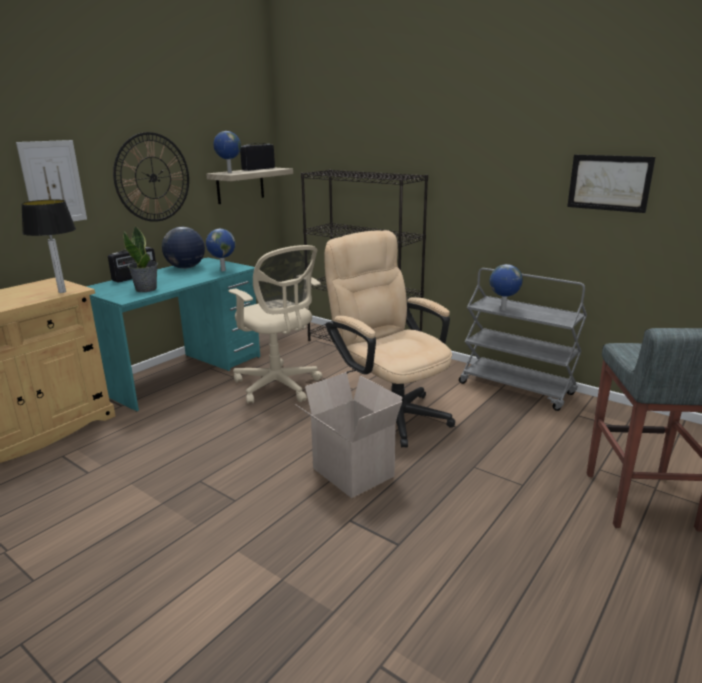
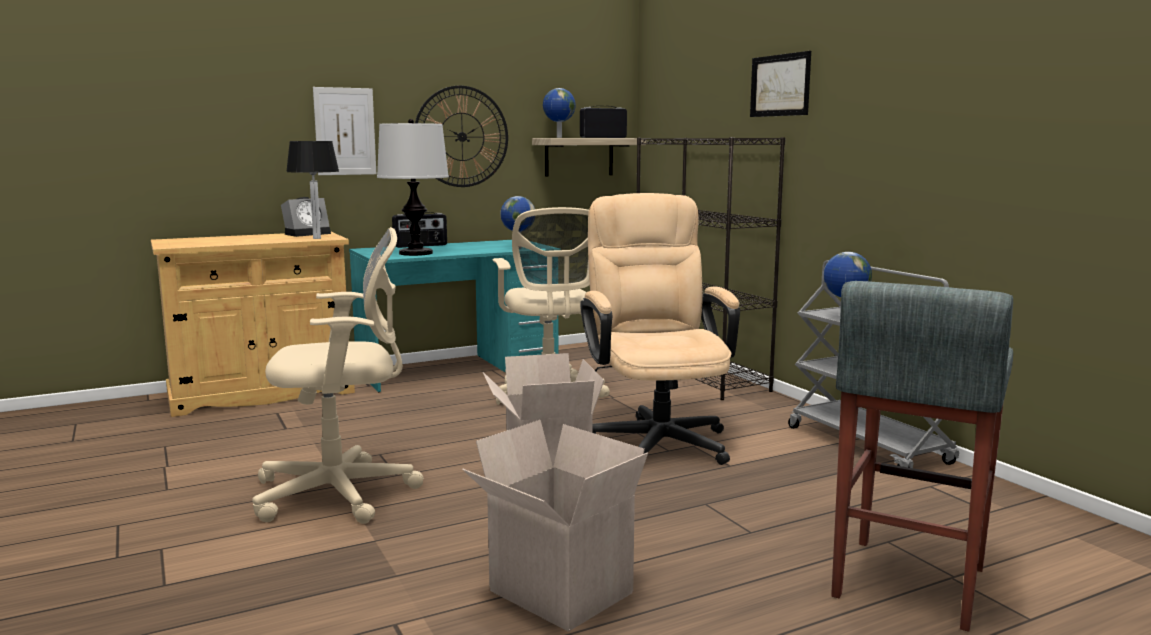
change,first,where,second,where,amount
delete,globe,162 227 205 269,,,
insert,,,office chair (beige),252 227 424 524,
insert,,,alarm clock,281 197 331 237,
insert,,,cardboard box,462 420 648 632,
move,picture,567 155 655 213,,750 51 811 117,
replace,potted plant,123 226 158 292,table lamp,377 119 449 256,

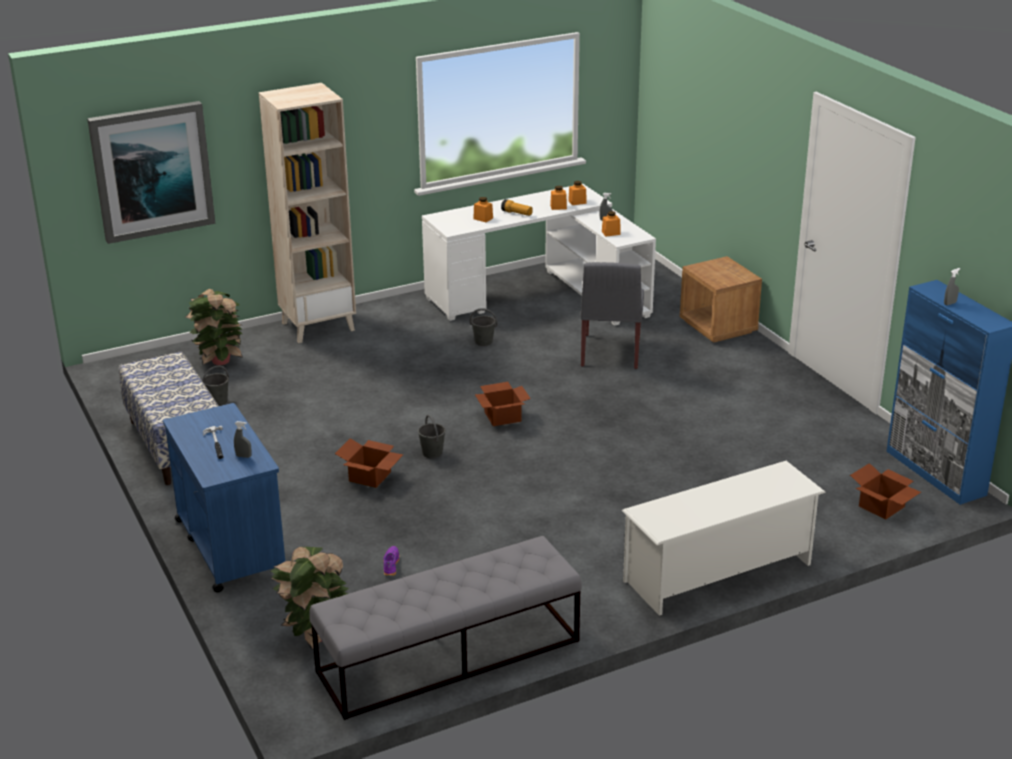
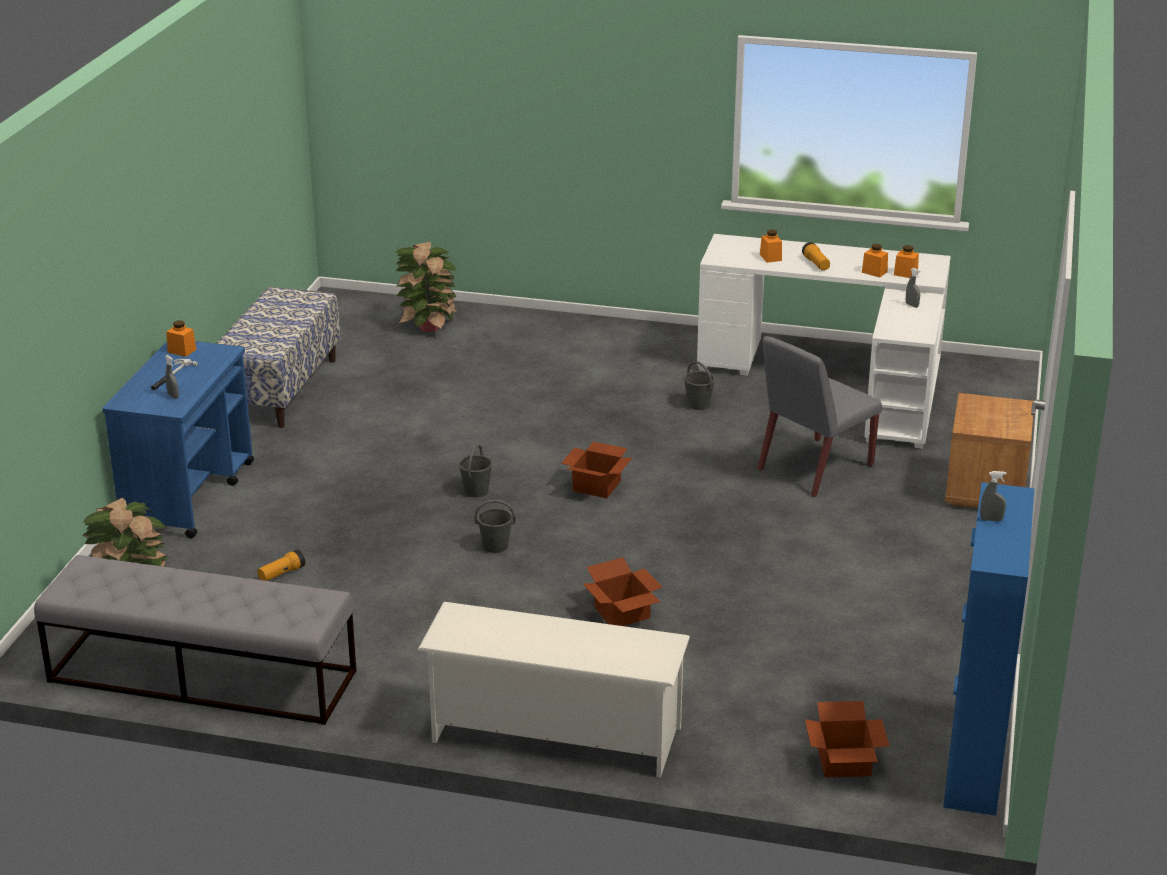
change,first,where,second,where,amount
delete,picture,87 101 215 244,,,
delete,bookcase (beige),259 83 356 343,,,
move,bucket (grey),202 366 229 406,,474 500 516 553,
move,cardboard box,335 438 403 488,,583 557 663 626,
move,jar (orange),602 211 621 237,,166 320 196 357,
replace,shoe (purple),383 546 399 576,flashlight,258 549 306 581,

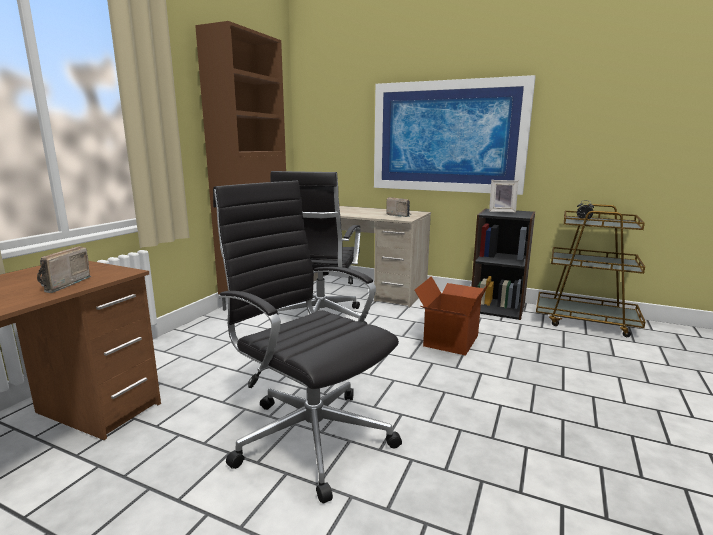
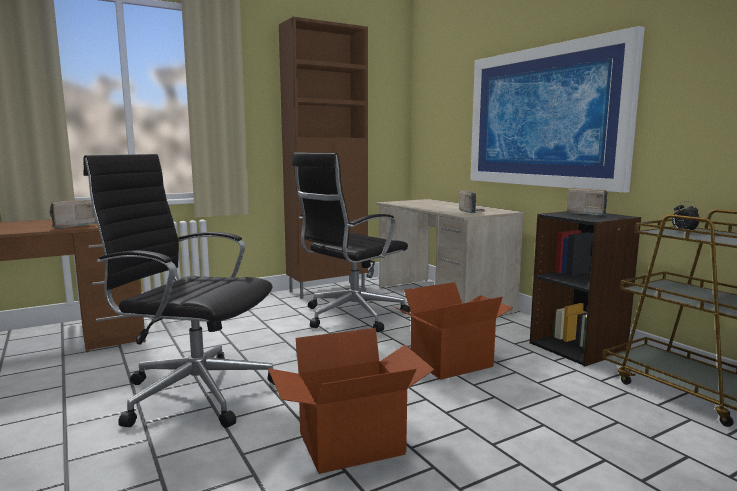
change,first,where,second,where,amount
insert,,,cardboard box,268 328 434 474,
replace,picture frame,489 180 518 213,radio,567 187 607 215,
rotate,office chair (black),213 181 402 503,,83 154 275 428,60 degrees counterclockwise

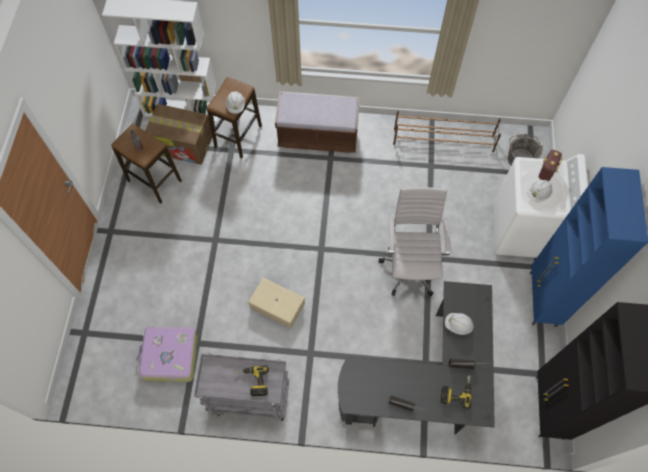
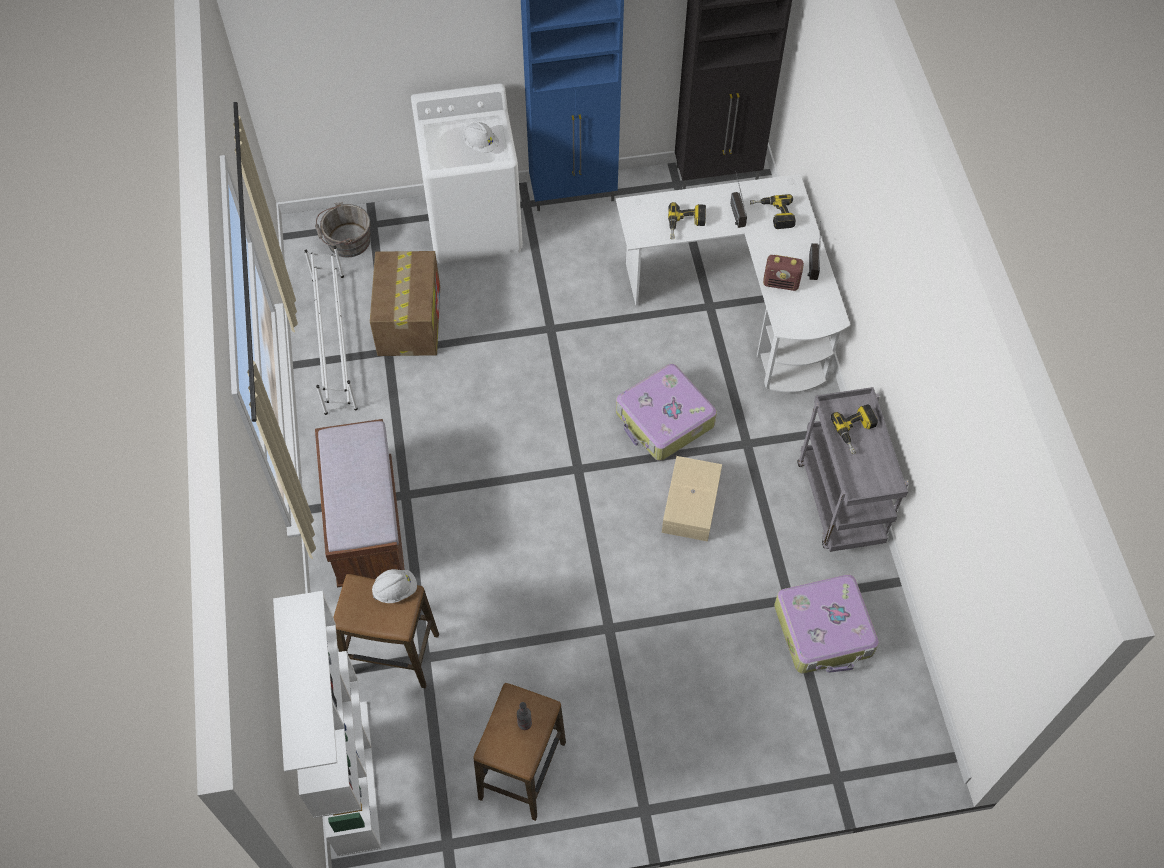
change,first,where,second,where,amount
delete,office chair (white),379 187 451 296,,,
insert,,,suitcase,616 364 717 461,
move,cardboard box,145 104 212 165,,370 251 440 356,
move,radio,539 150 562 181,,763 255 804 291,
replace,hard hat (white),445 313 473 335,power drill,668 202 706 240,
recolor,desk (black),338 281 495 435,desk (white),616 174 850 393,
recolor,shoe rack (brown),393 111 501 152,shoe rack (white),304 246 358 415,

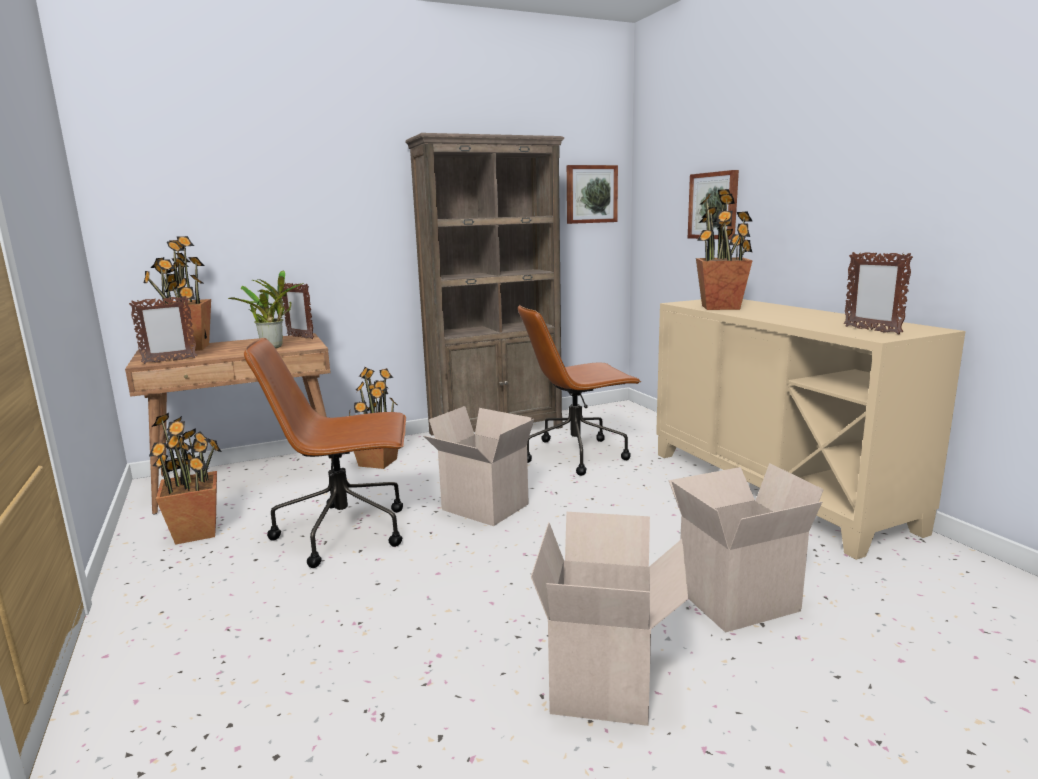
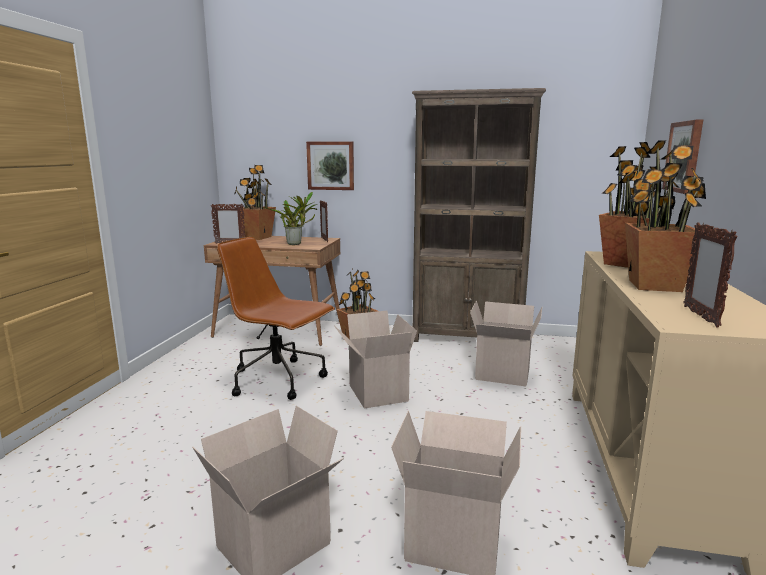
change,first,where,second,where,amount
move,potted plant,149 413 221 545,,625 140 706 292,
move,picture,567 165 618 224,,306 141 354 190,
replace,office chair (brown),518 305 641 476,cardboard box,470 301 542 386,

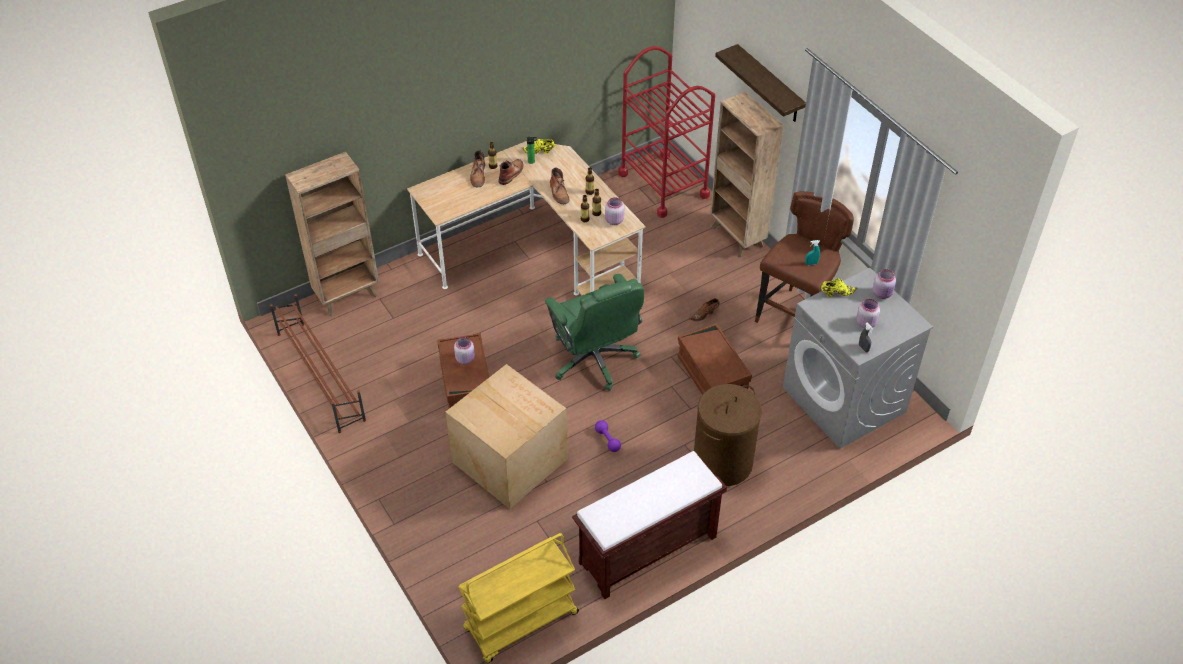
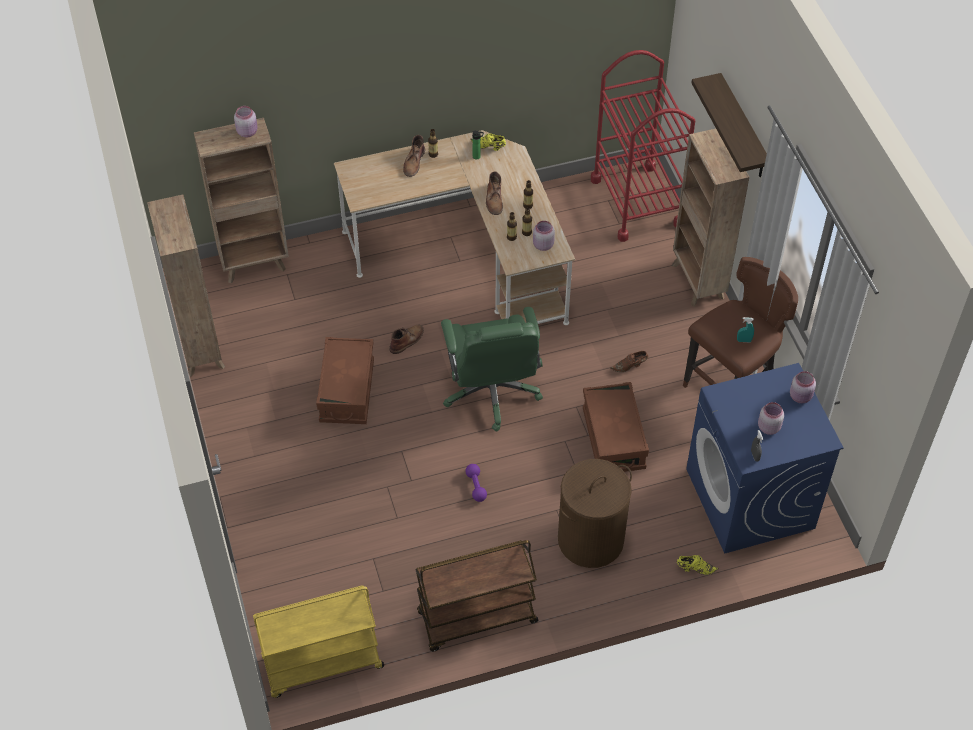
change,first,where,second,where,amount
delete,cardboard box,445 364 568 509,,,
move,jar (pink),454 337 475 365,,234 106 258 137,
move,boot (brown),498 159 523 185,,389 324 424 354,
move,shoe (yellow),821 279 857 297,,677 555 719 575,
replace,shoe rack (brown),270 294 366 433,bookcase (brown),147 194 225 377,
replace,bench (brown),572 451 727 599,cart (brown),415 540 538 652,
recolor,washing machine (grey),783 268 933 449,washing machine (blue),686 363 844 554,

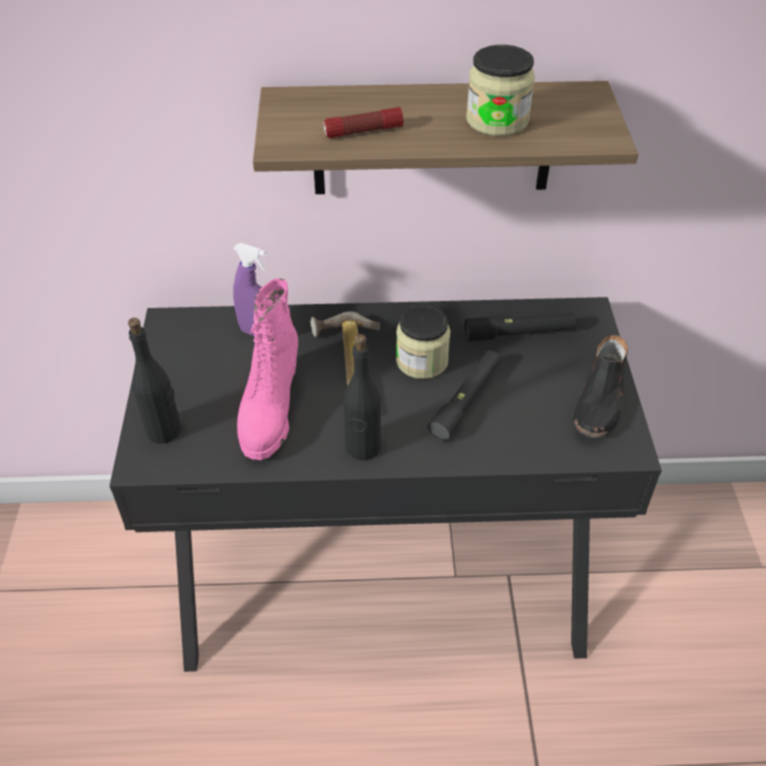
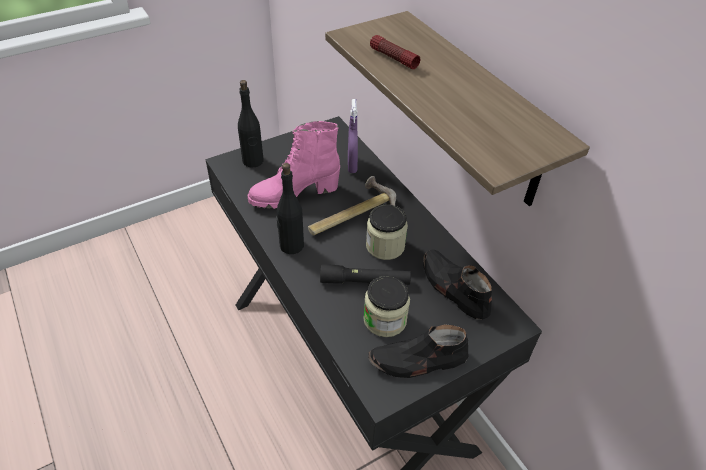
change,first,where,second,where,amount
move,jar,466 45 535 136,,363 276 410 337,
replace,flashlight (black),465 313 576 341,shoe (black),423 249 492 319,

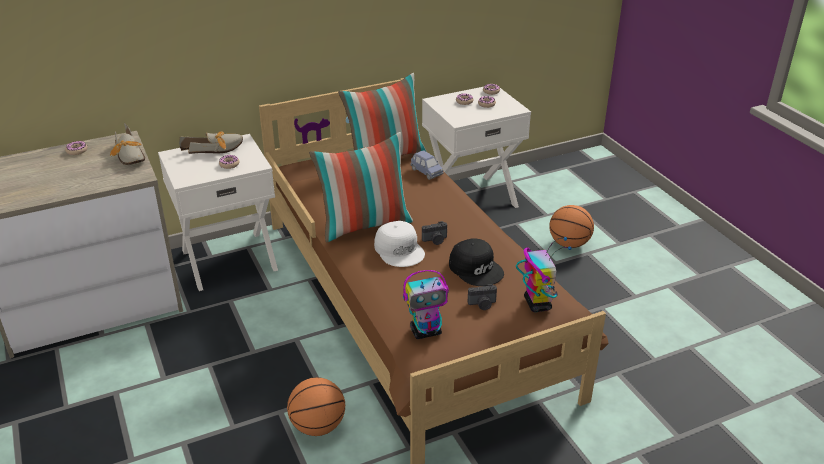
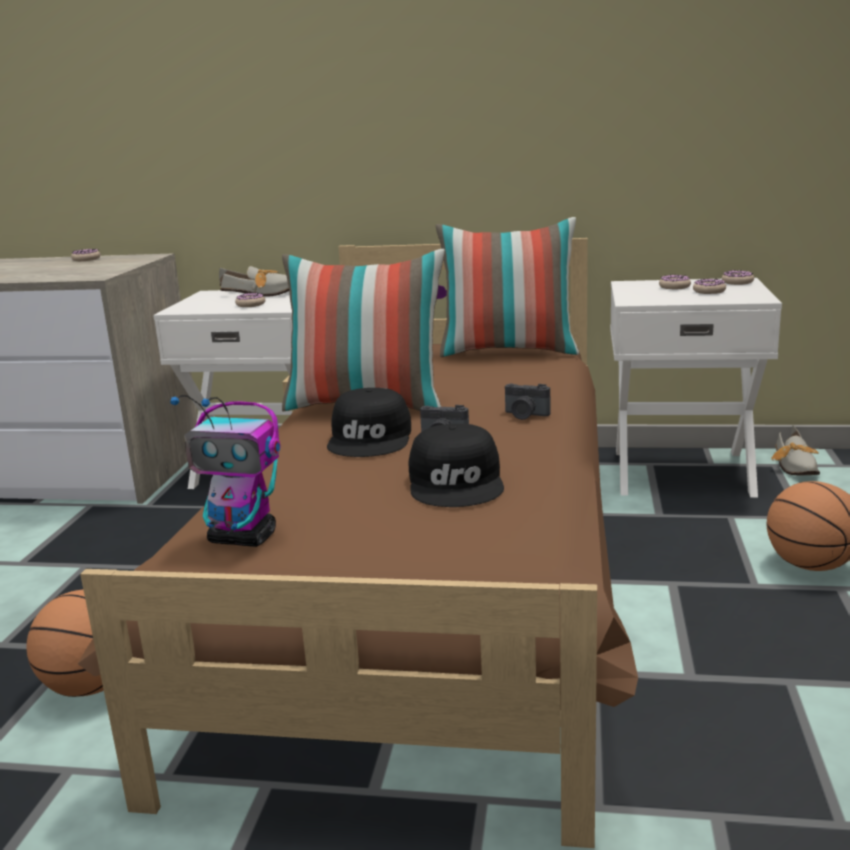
change,first,where,second,where,amount
delete,toy car (blue),410 150 444 180,,,
delete,toy robot,516 237 572 312,,,
move,shoe,110 123 145 165,,771 425 820 476,
move,photo camera,468 284 497 310,,505 383 551 420,
recolor,cap (white),374 221 425 267,cap (black),327 388 411 457,

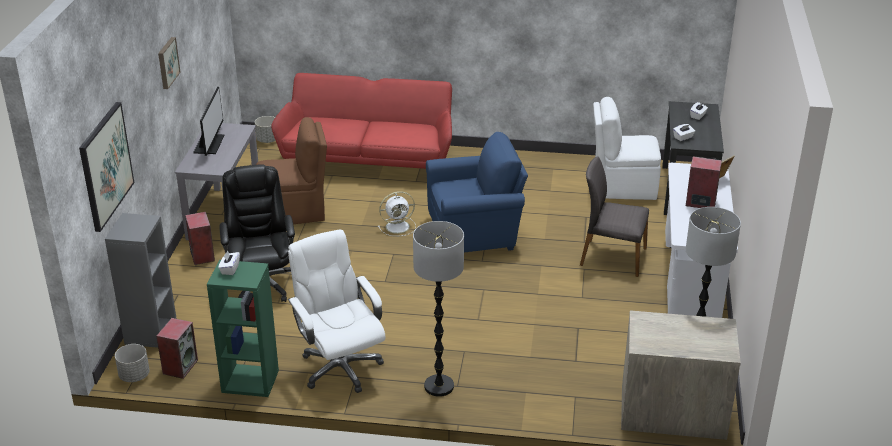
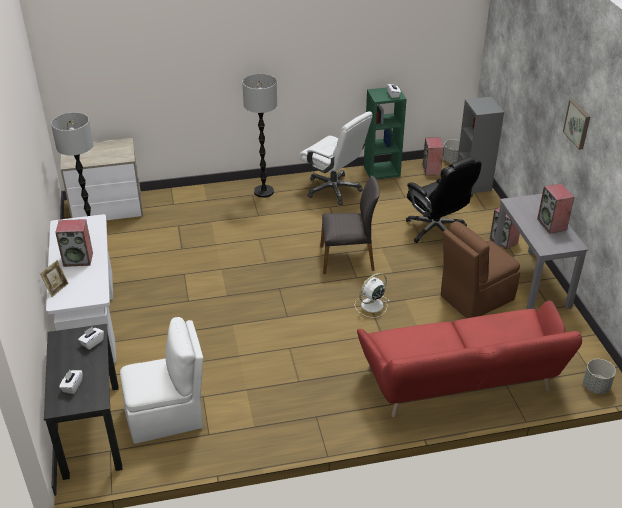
change,first,where,second,where,amount
delete,picture,79 102 135 232,,,
delete,armchair (blue),426 132 528 252,,,
move,chair (grey),580 156 649 277,,320 176 380 274,
replace,monitor,193 87 224 156,speaker,537 183 574 234,

